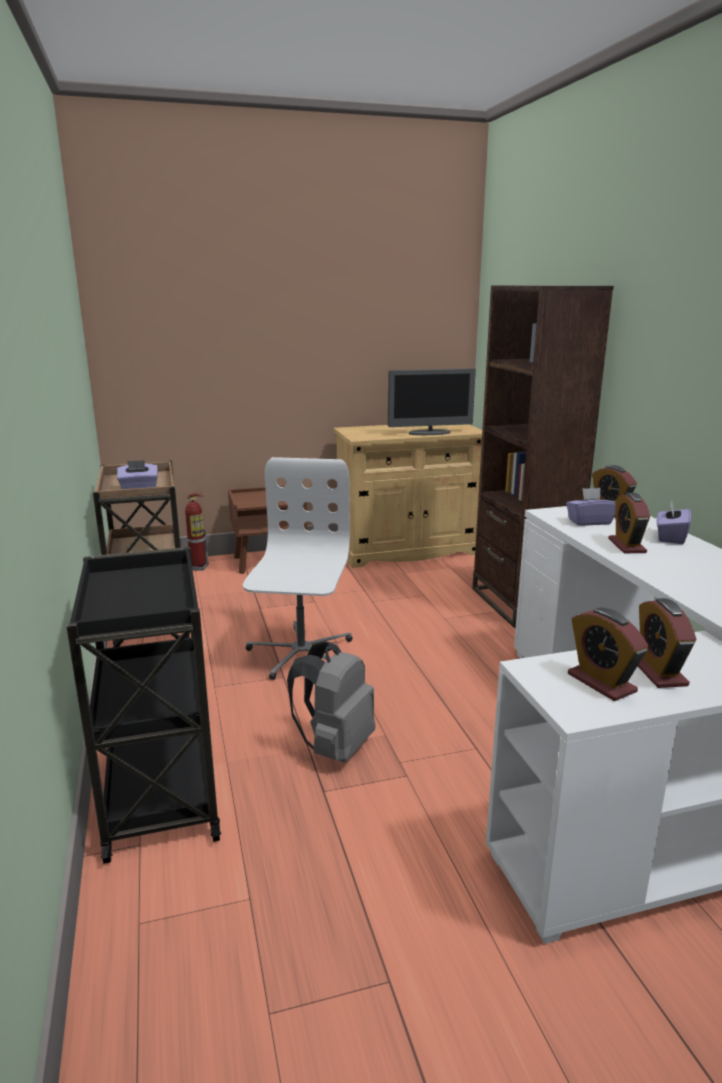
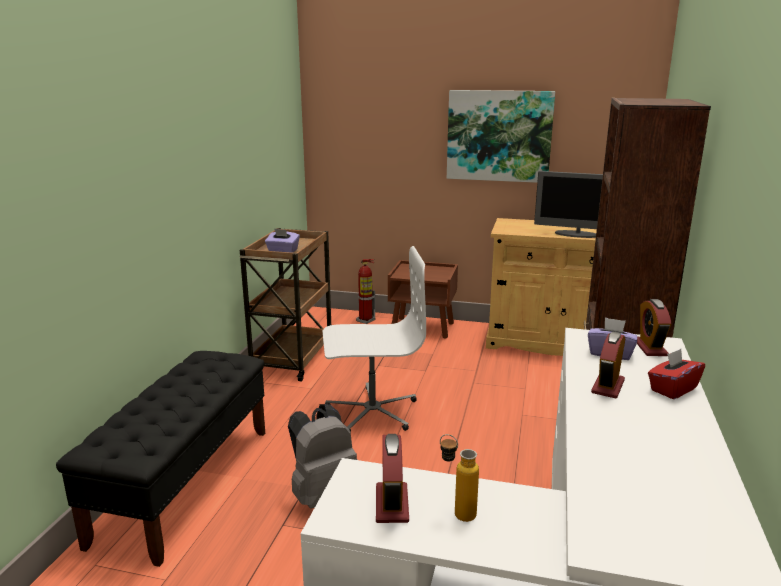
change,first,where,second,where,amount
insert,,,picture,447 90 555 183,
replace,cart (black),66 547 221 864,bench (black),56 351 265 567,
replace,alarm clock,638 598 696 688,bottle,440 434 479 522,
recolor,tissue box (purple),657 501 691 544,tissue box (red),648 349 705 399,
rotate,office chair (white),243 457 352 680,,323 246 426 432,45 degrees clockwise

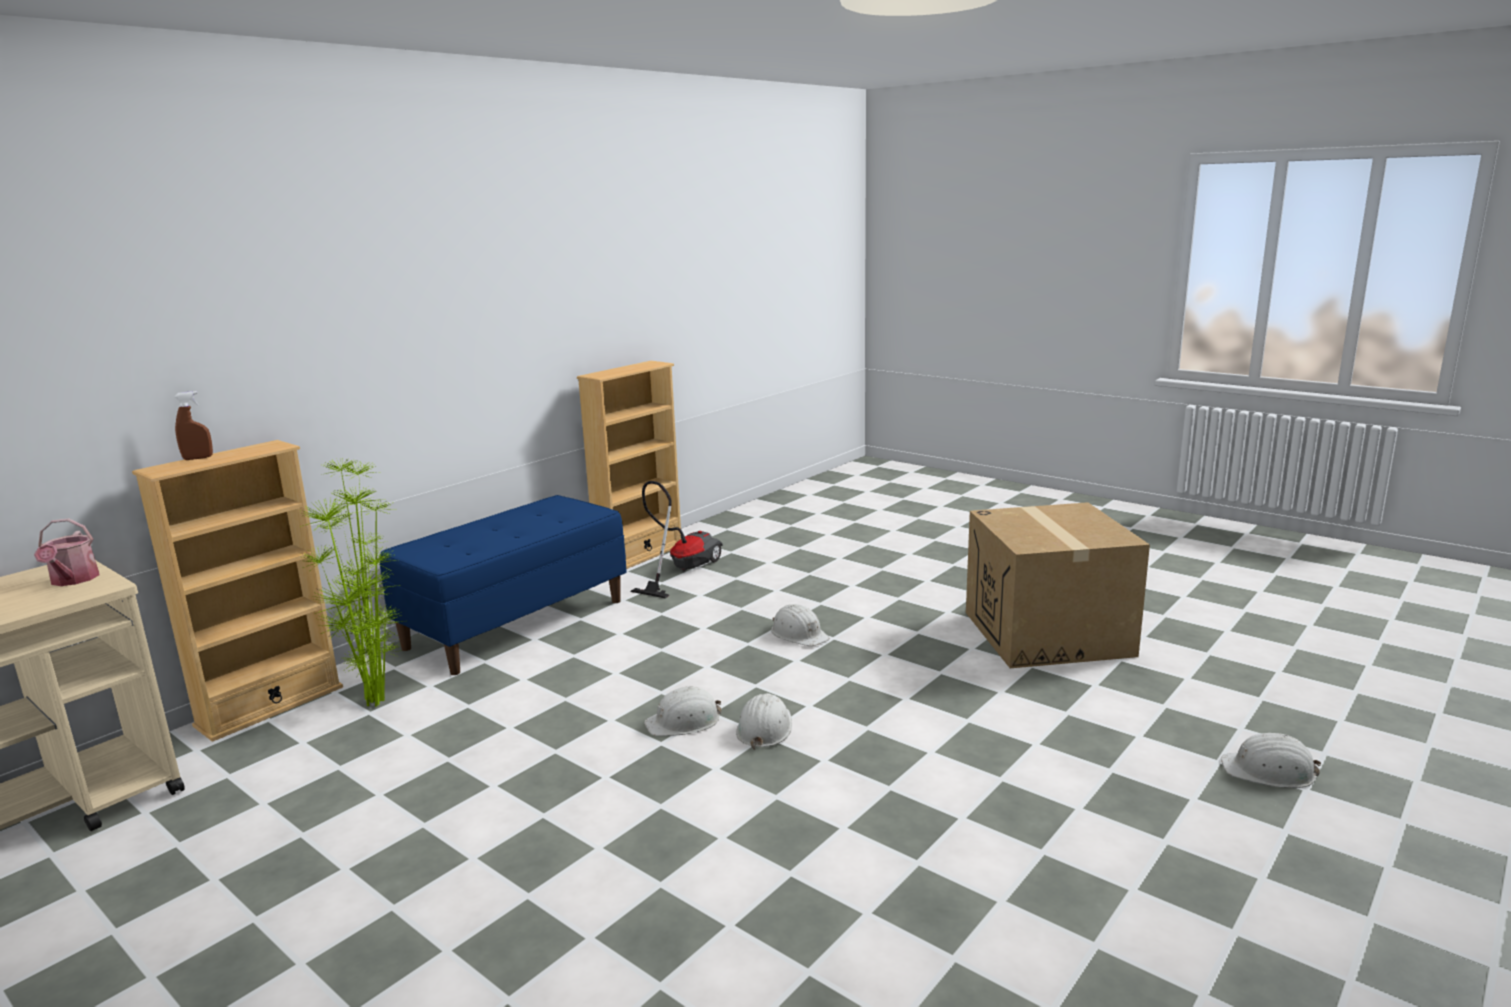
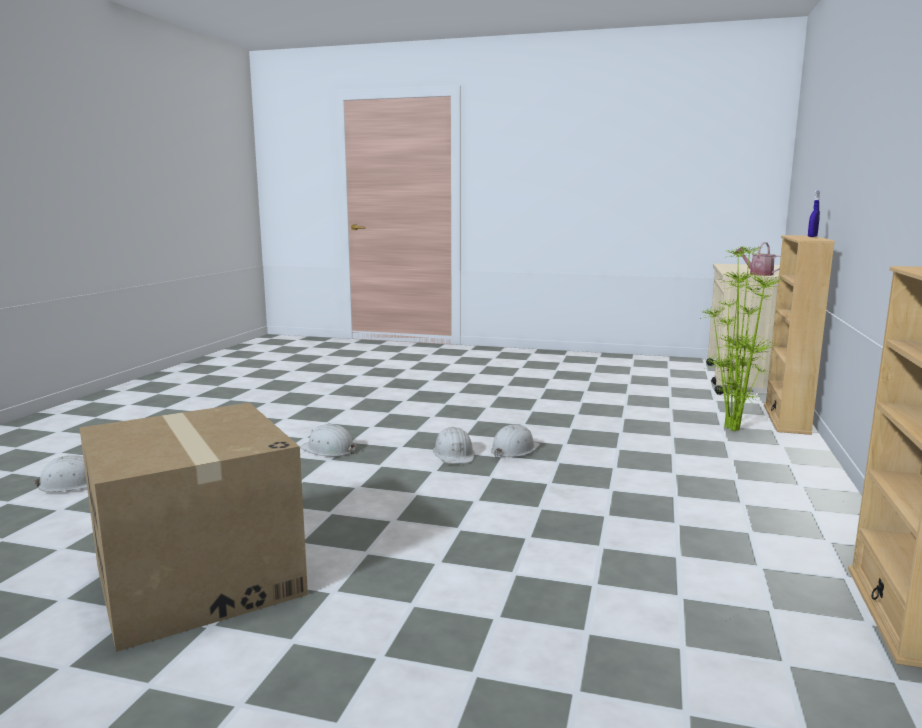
change,first,where,second,where,amount
delete,bench (blue),380 495 627 675,,,
delete,vacuum cleaner,631 481 723 599,,,
move,hard hat (white),771 604 830 646,,300 424 357 457,
recolor,spray bottle (brown),174 391 213 460,spray bottle (blue),808 191 820 237,

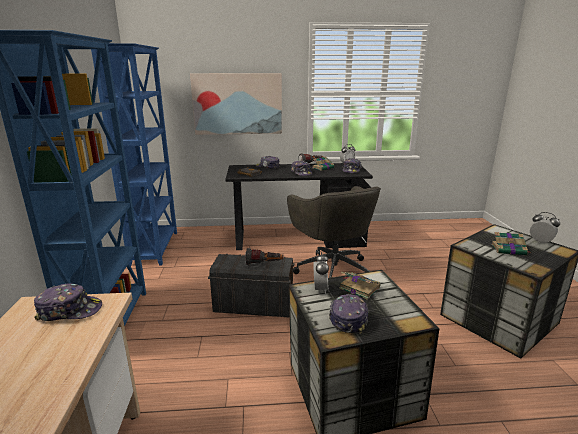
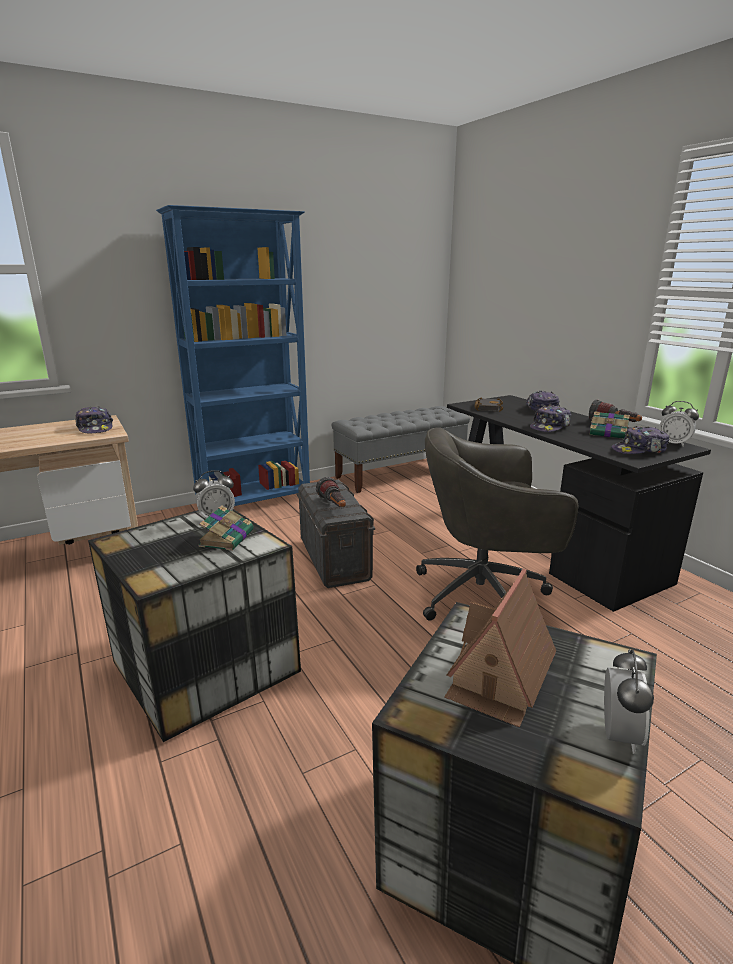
change,first,where,second,where,amount
delete,picture,190 73 282 135,,,
delete,cap,329 294 369 334,,,
replace,bookcase (blue),91 43 177 266,bench (grey),332 406 470 493,
replace,book,491 232 530 255,toy house,444 569 556 727,
rotate,office chair (grey),287 186 381 278,,416 427 578 621,45 degrees clockwise

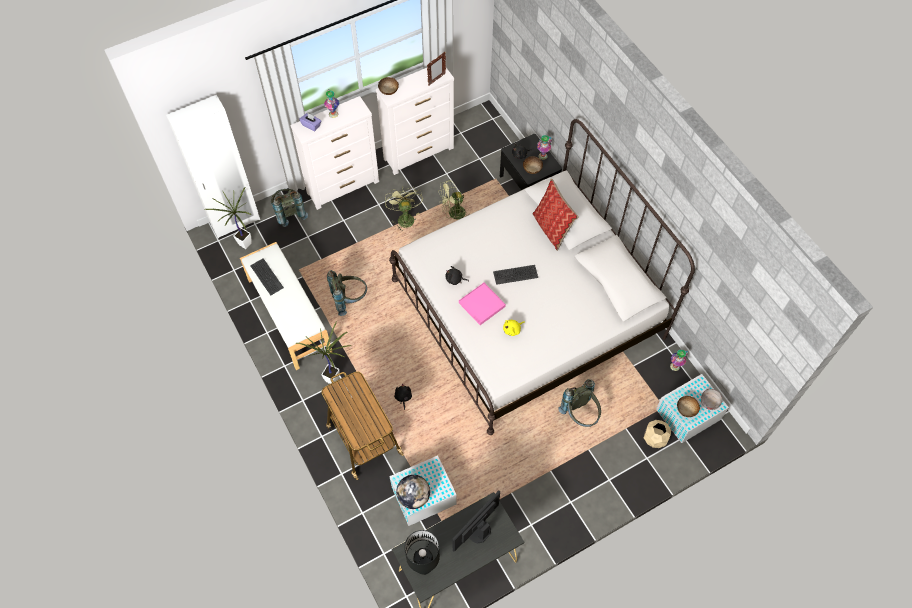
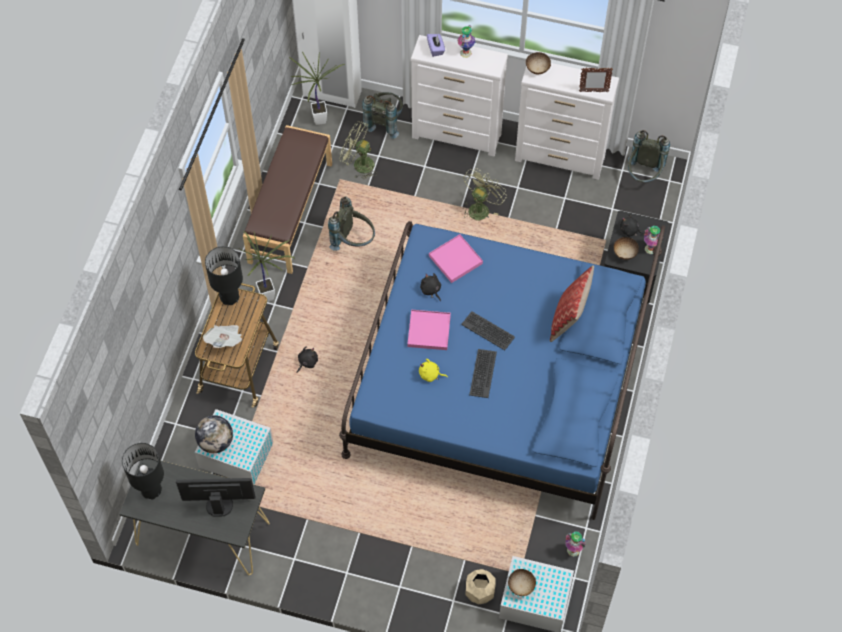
change,first,where,second,where,amount
delete,bowl (grey),701 389 722 410,,,
insert,,,newspaper,203 325 242 348,
insert,,,table lamp (black),205 246 243 305,
insert,,,tray (pink),429 234 483 283,
move,keyboard,250 258 284 296,,469 349 497 398,
move,fan (green),439 180 470 220,,339 121 376 180,
move,backpack (grey),558 379 601 427,,628 130 670 183,
recolor,bench (white),240 242 332 370,bench (brown),243 125 332 274,
recolor,bed (white),389 119 695 435,bed (blue),339 221 665 520,

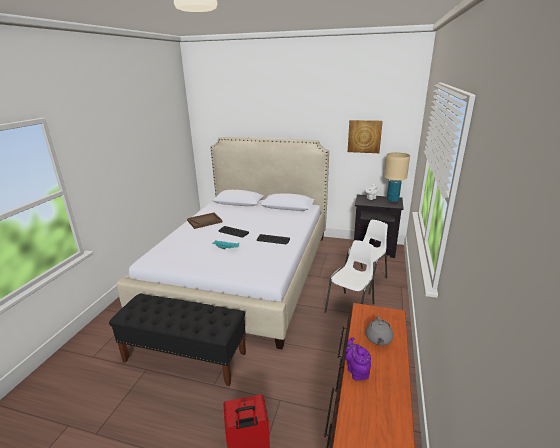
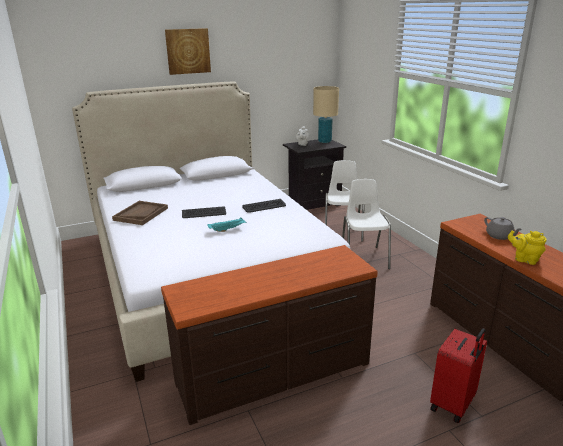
change,first,where,second,where,amount
move,picture,348 120 383 153,,165 28 211 75,
replace,bench (black),109 294 246 386,dresser (brown),161 245 378 425,
recolor,teapot (purple),345 337 371 381,teapot (yellow),508 230 547 265,

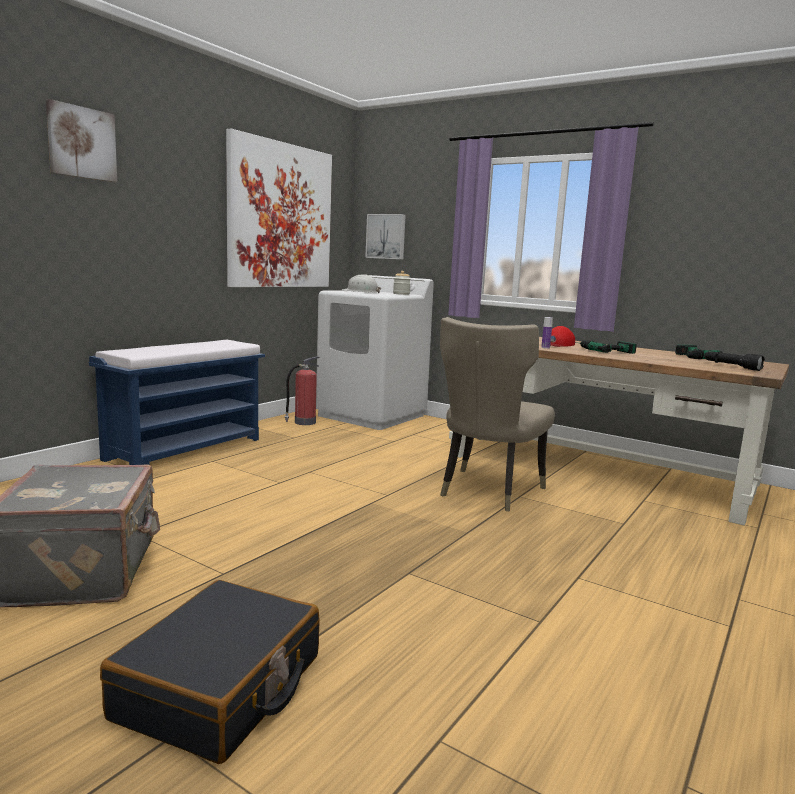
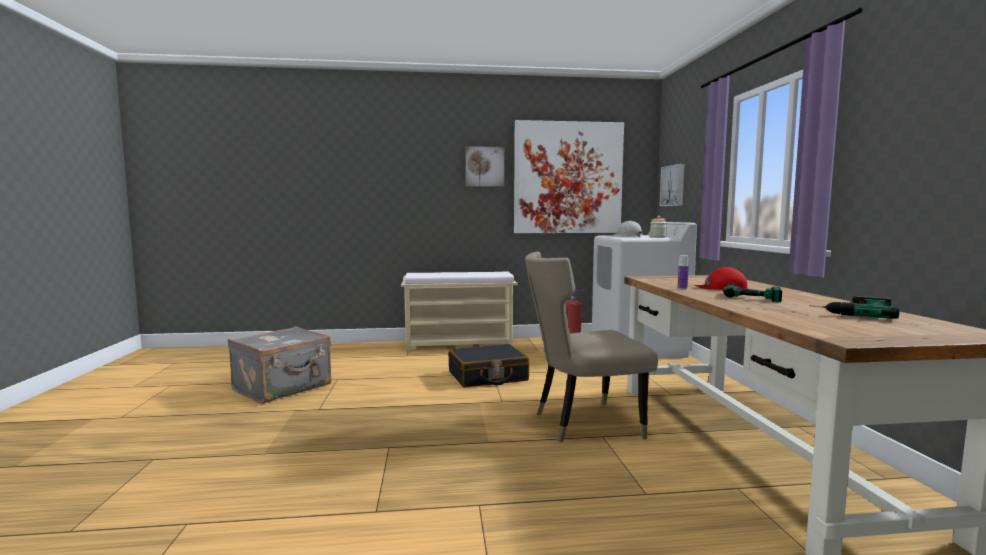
change,first,where,second,where,amount
delete,flashlight (black),705 351 765 371,,,
move,picture,46 99 117 182,,466 146 505 187,
move,suitcase (black),100 580 320 764,,448 344 529 387,
recolor,bench (blue),89 340 265 465,bench (beige),401 271 517 352,

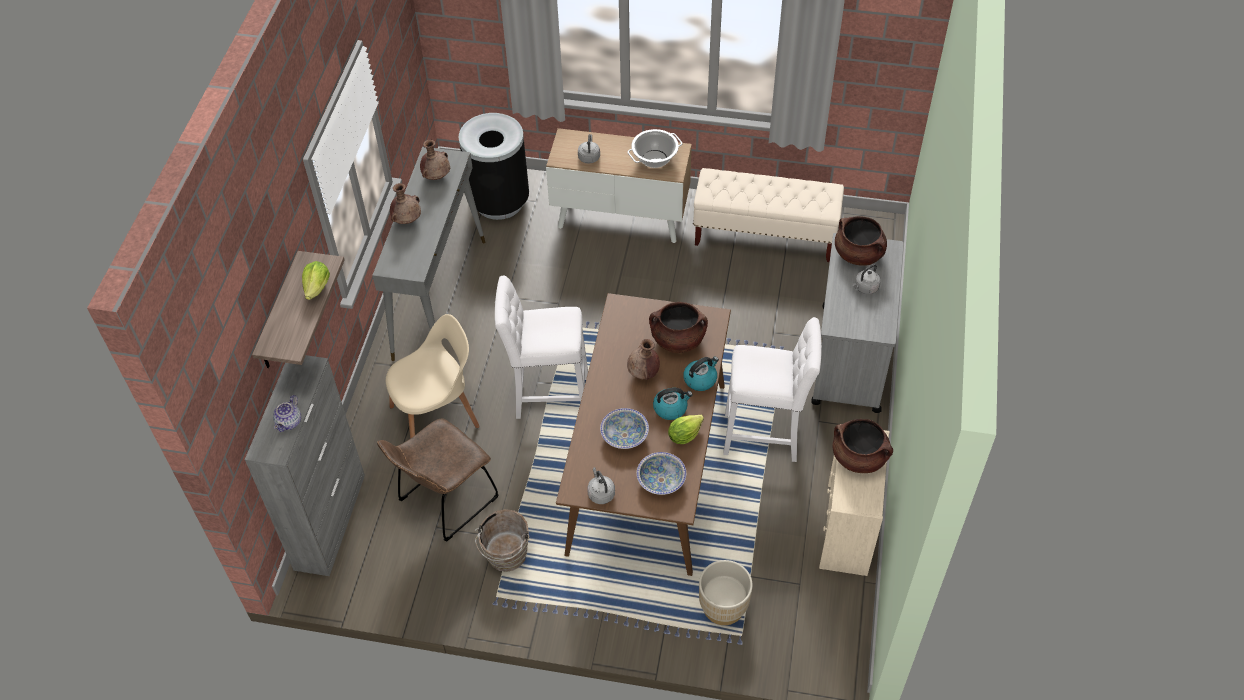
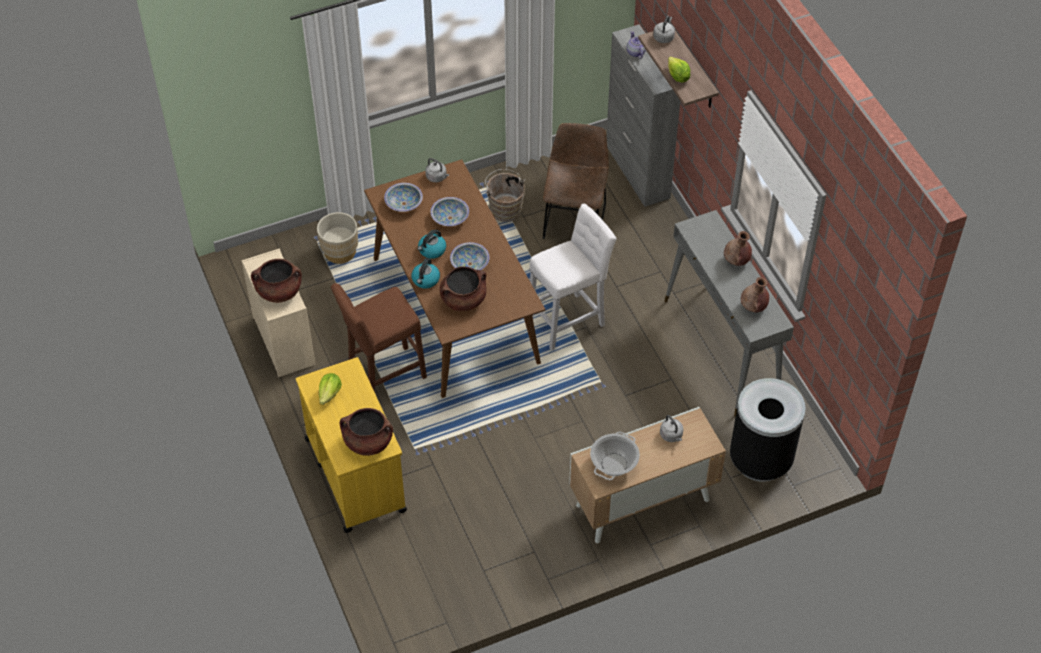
change,first,where,second,where,amount
delete,chair (beige),386 314 480 438,,,
delete,bench (beige),693 168 844 262,,,
move,lettuce,668 415 704 444,,319 373 342 405,
move,kettle (grey),852 264 881 295,,653 16 675 43,
replace,vase (brown),627 339 660 380,bowl,450 242 490 270,
recolor,stool (white),723 317 822 462,stool (brown),331 283 427 392,
recolor,cart (grey),811 233 904 413,cart (yellow),296 357 407 533,

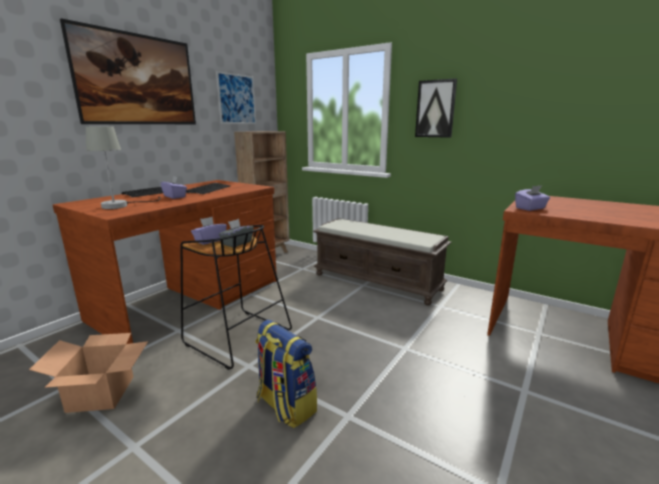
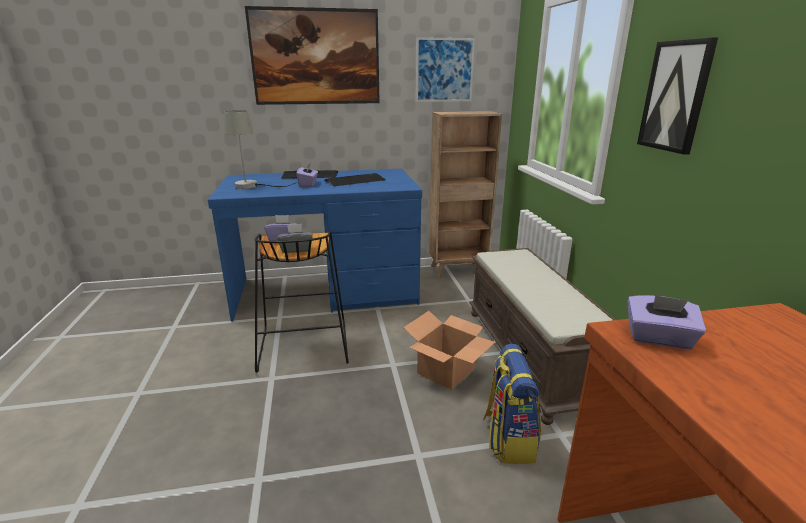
change,first,where,second,where,amount
move,cardboard box,29 333 148 413,,403 311 495 390,
move,backpack,255 320 317 428,,483 344 541 464,
recolor,desk (brown),53 180 277 344,desk (blue),208 169 422 322,

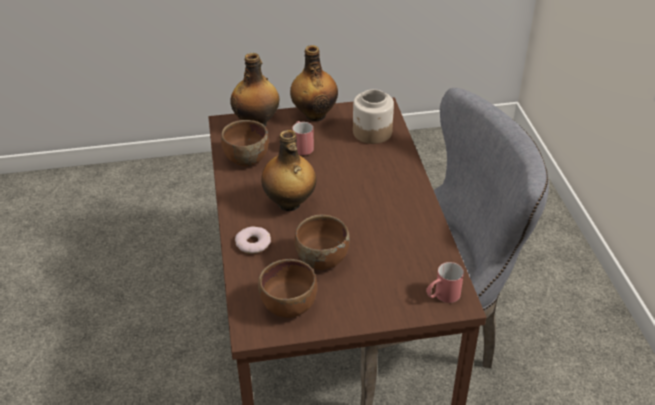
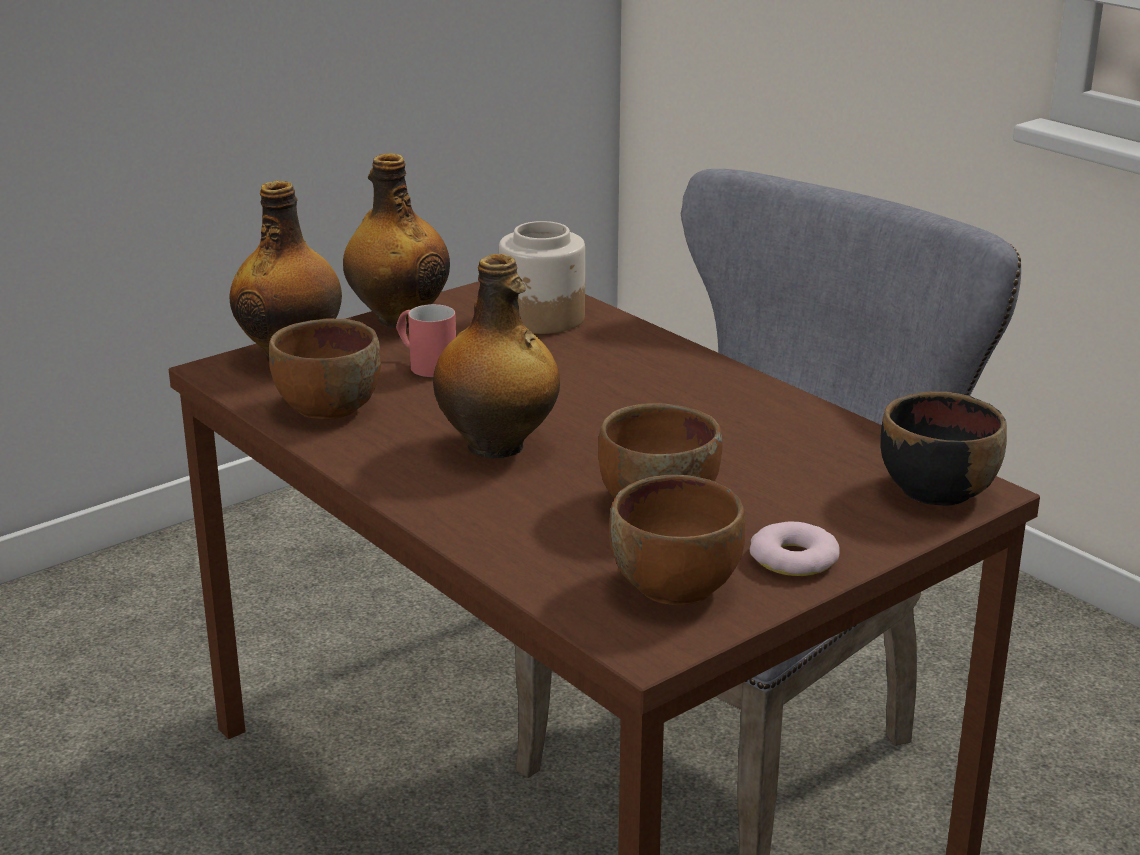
change,first,where,second,where,amount
move,donut,235 226 271 254,,750 521 839 576,
replace,mug (red),426 262 464 303,bowl (black),881 392 1007 506,

